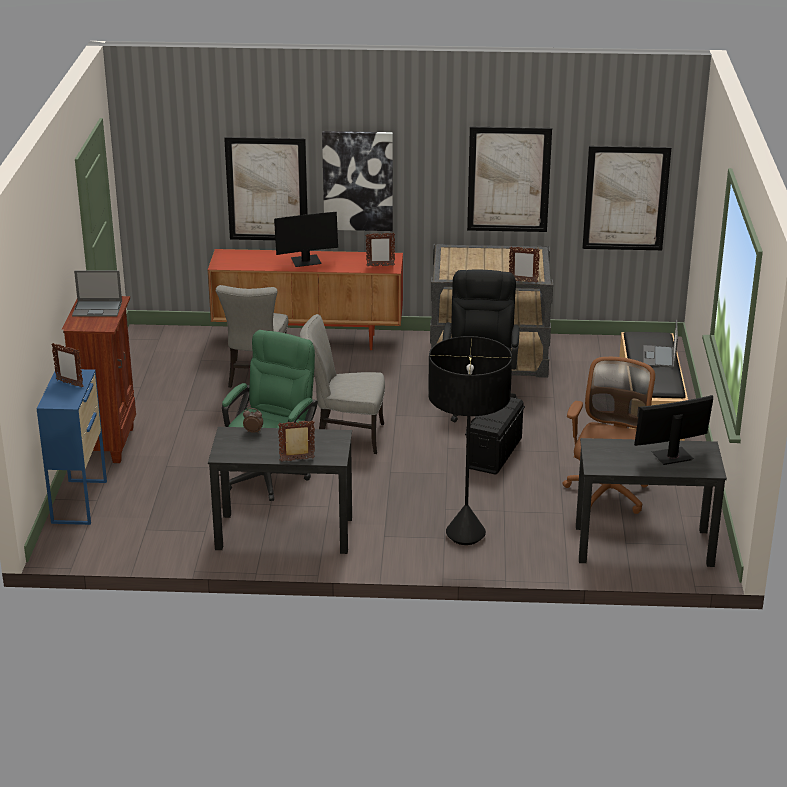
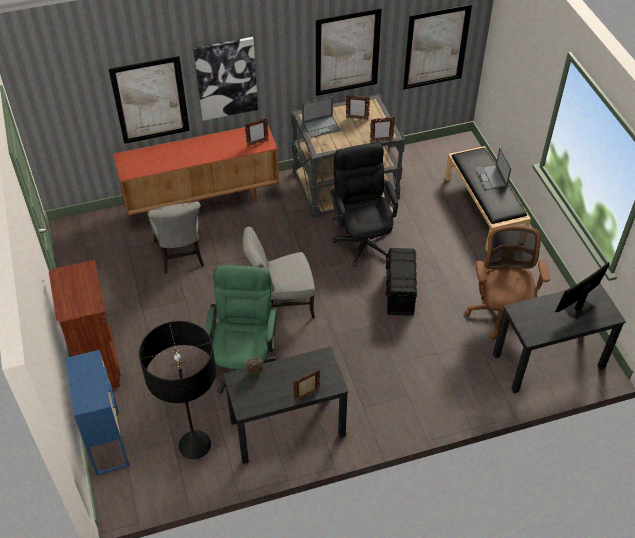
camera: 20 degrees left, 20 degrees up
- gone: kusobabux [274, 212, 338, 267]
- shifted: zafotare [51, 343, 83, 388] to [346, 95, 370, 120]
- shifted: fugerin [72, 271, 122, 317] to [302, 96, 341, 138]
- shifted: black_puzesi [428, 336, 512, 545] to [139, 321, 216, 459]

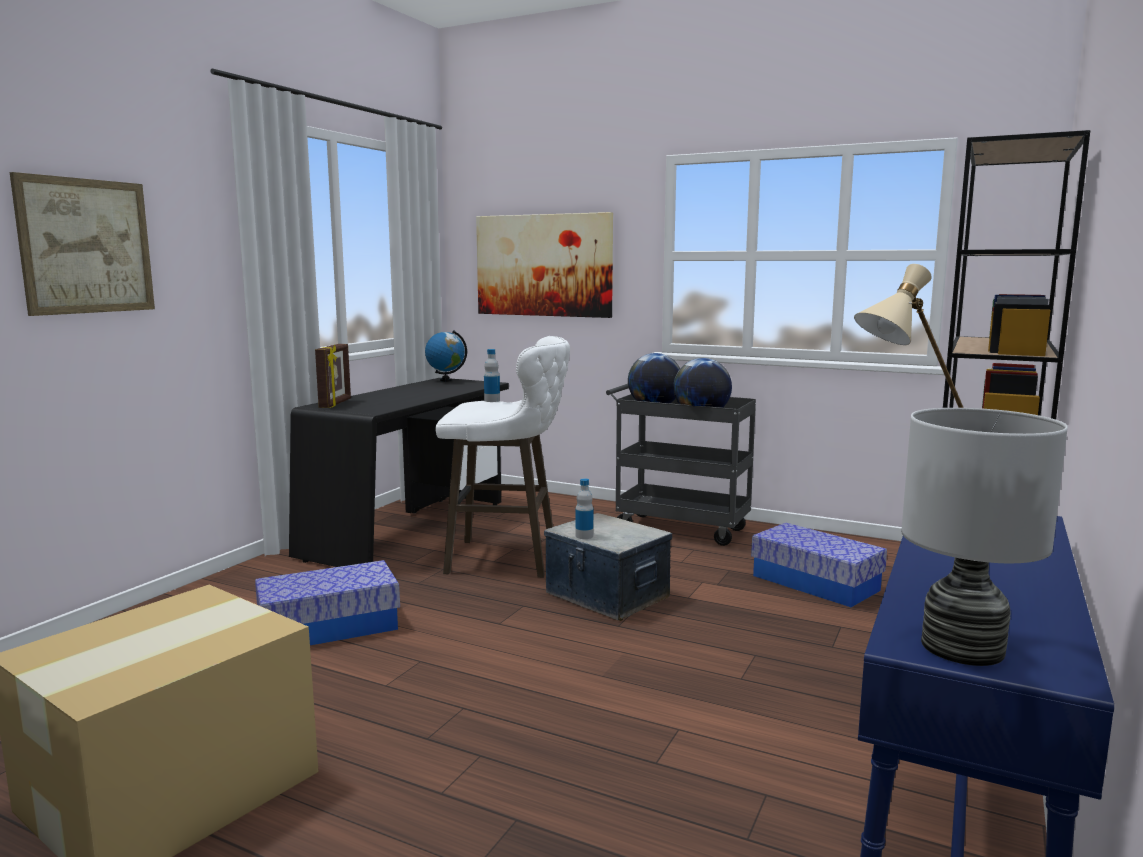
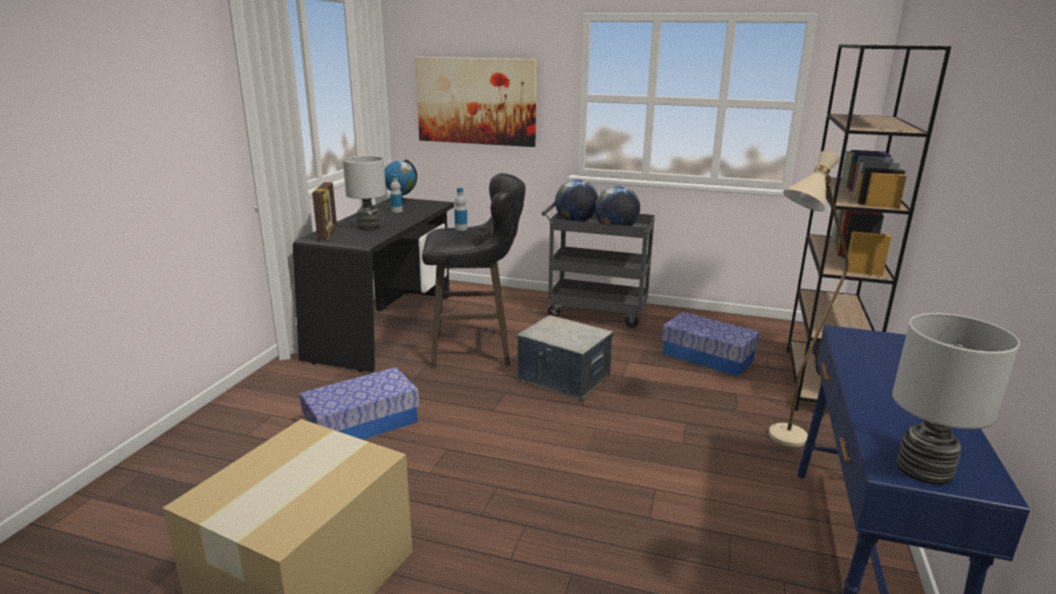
camera: 10 degrees left, 10 degrees up
- gone: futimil [10, 172, 155, 316]
- new: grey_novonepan [343, 156, 386, 230]
- shifted: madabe [576, 478, 593, 539] to [390, 174, 403, 213]
- repainted: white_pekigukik [436, 336, 570, 578] to black_pekigukik [422, 173, 526, 368]

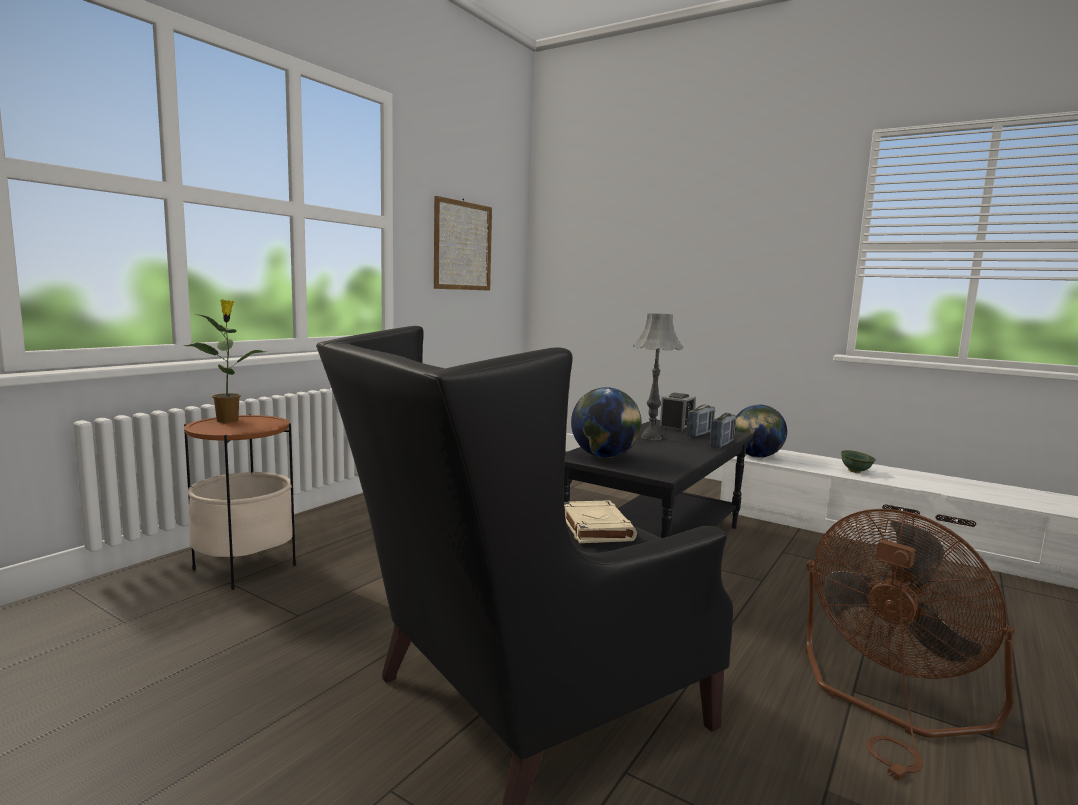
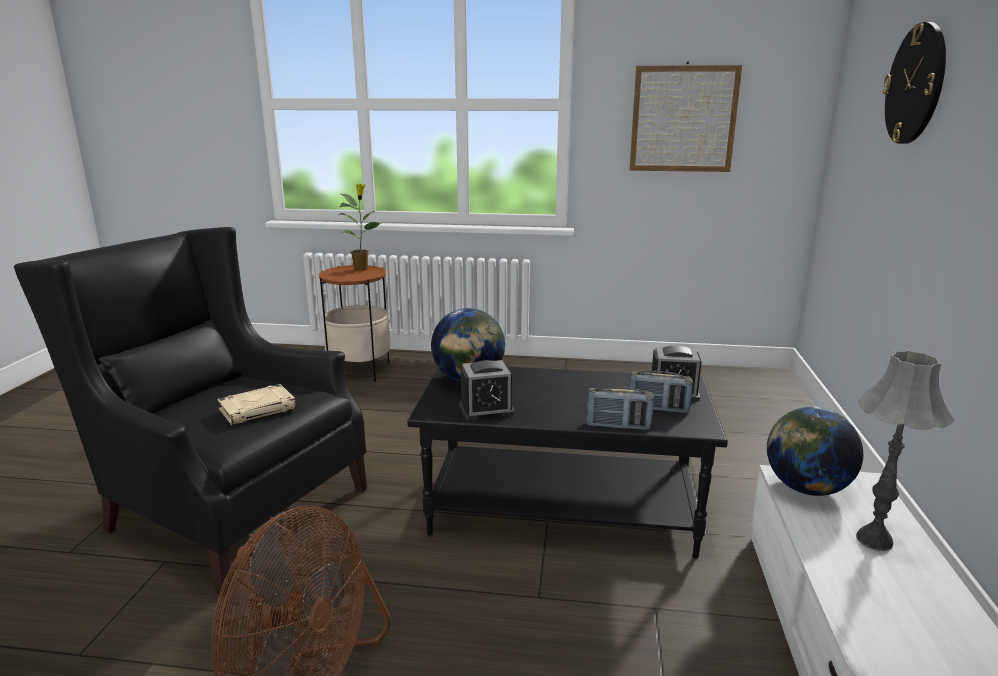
camera: 65 degrees right, 10 degrees up
- gone: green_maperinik [841, 450, 876, 473]
- new: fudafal [459, 360, 515, 420]
- new: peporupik [883, 22, 946, 144]
- shifted: grey_novonepan [633, 313, 683, 440] to [856, 350, 954, 551]

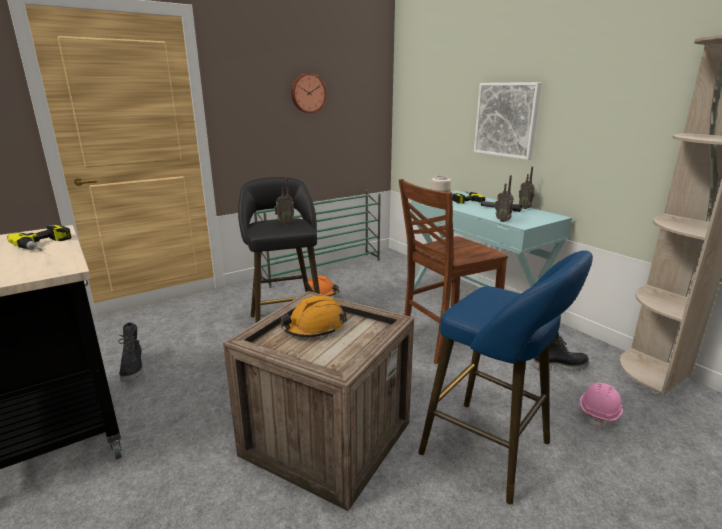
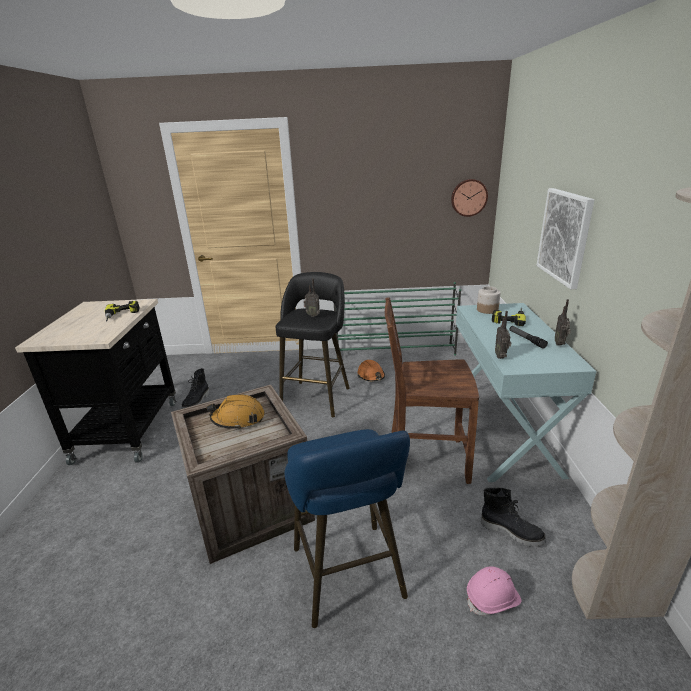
camera: 35 degrees right, 5 degrees up
- shifted: peporupik [291, 73, 327, 113] to [451, 179, 488, 217]

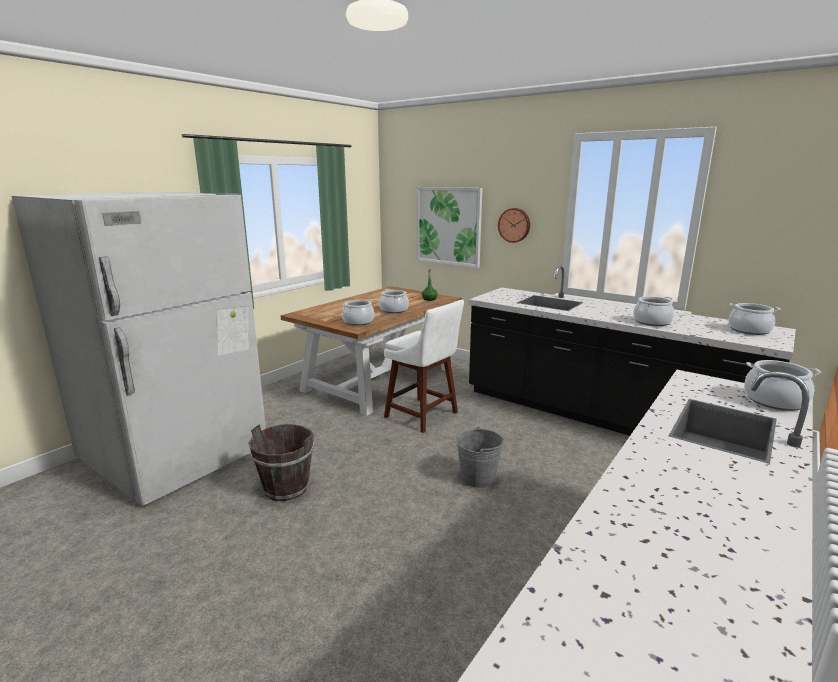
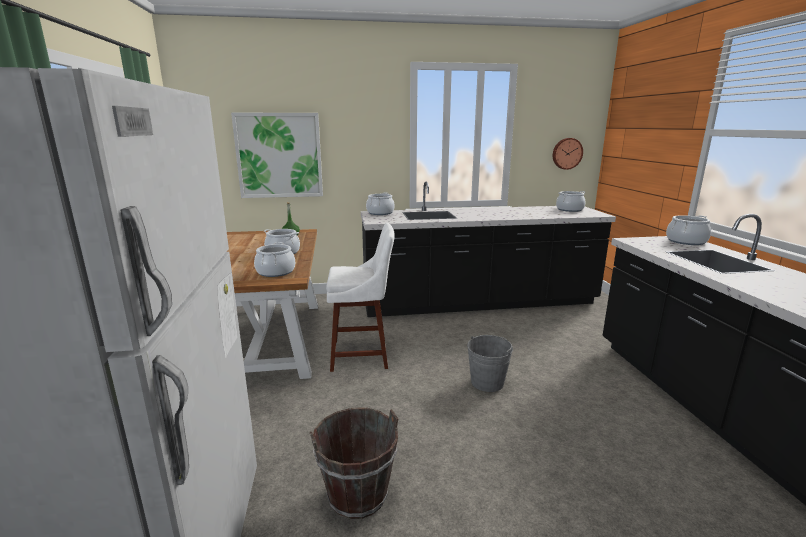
camera: 45 degrees left, 0 degrees up
- shifted: peporupik [498, 208, 530, 243] to [553, 138, 583, 170]
- shifted: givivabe [633, 296, 674, 326] to [366, 193, 395, 215]

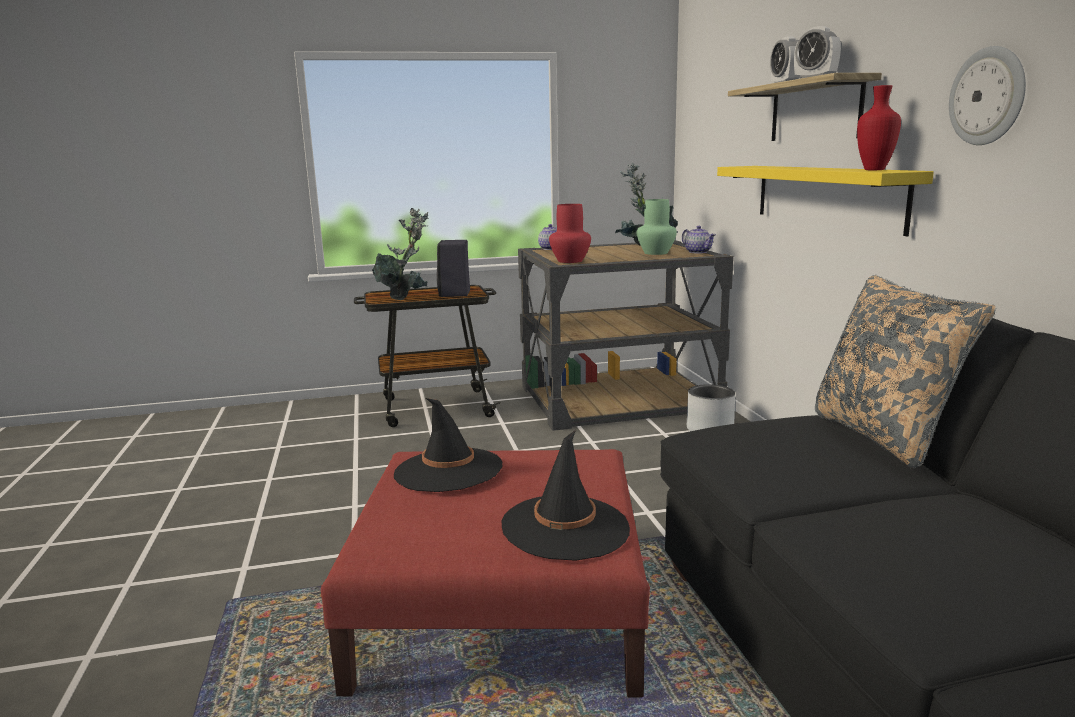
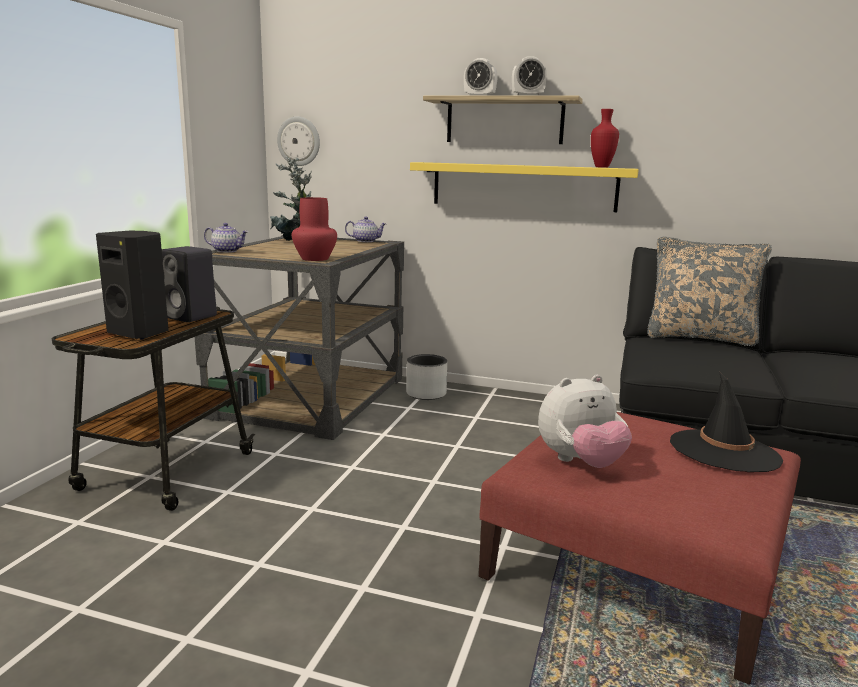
camera: 60 degrees left, 0 degrees up
- gone: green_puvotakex [637, 199, 677, 255]
- shifted: peporupik [949, 46, 1026, 145] to [277, 116, 320, 166]
- swapped: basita [372, 208, 429, 300] to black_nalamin [96, 231, 169, 340]
- swapped: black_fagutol [394, 398, 503, 492] to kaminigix [538, 375, 632, 468]

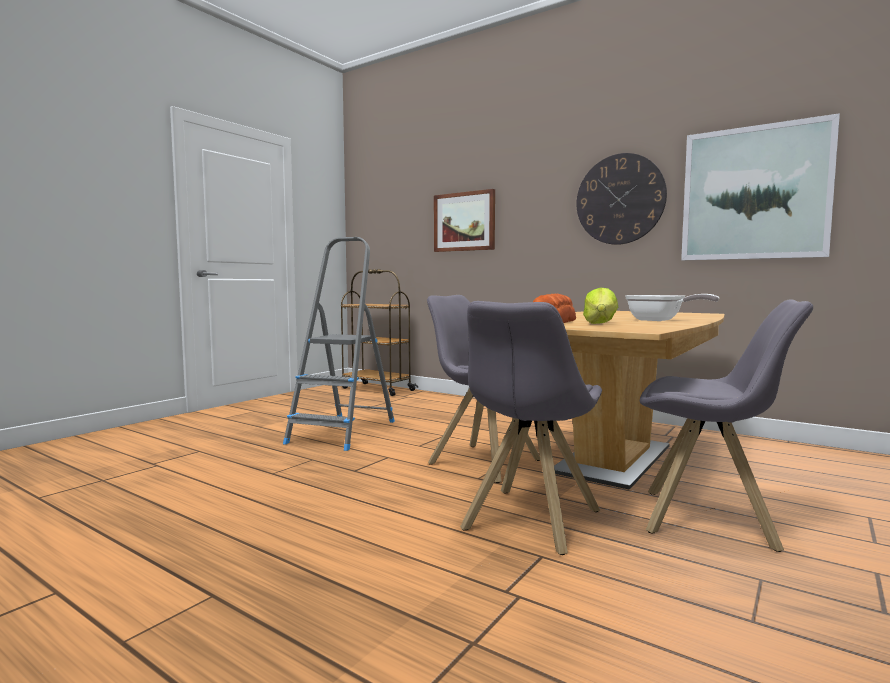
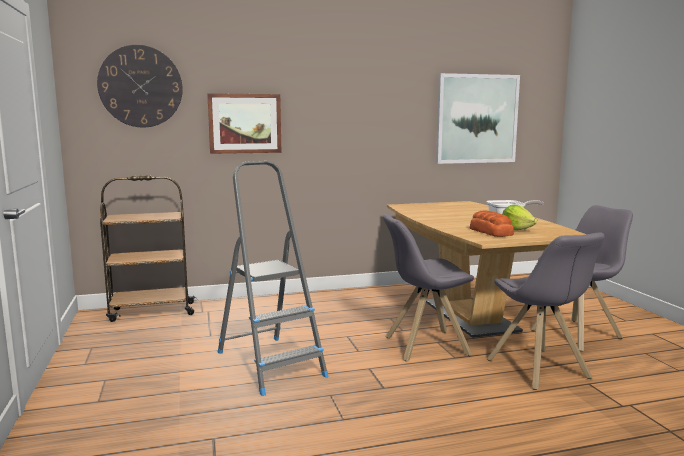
camera: 50 degrees left, 5 degrees up
- shifted: peporupik [576, 153, 667, 245] to [97, 45, 183, 128]

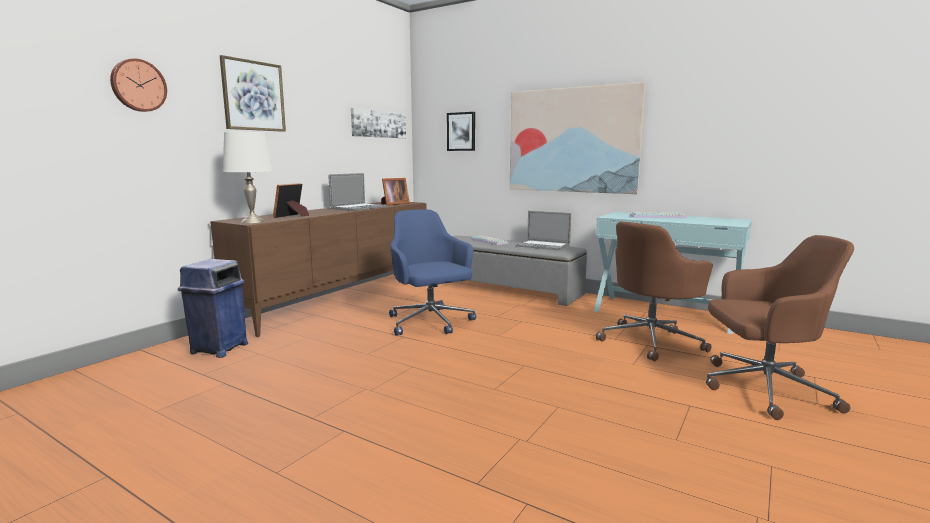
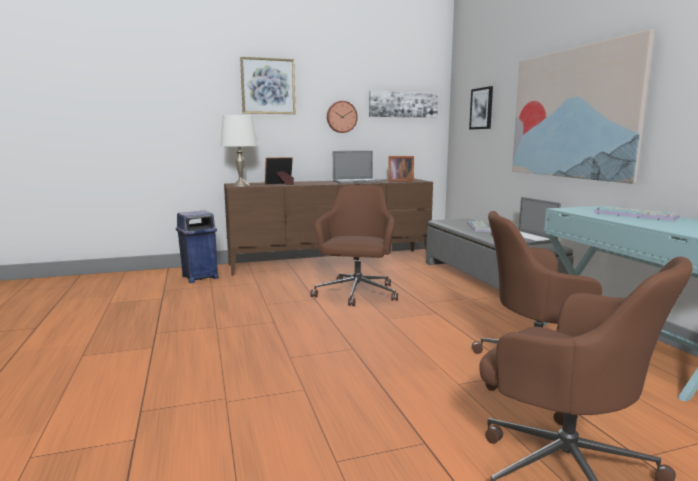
camera: 40 degrees right, 0 degrees up
- shifted: peporupik [110, 58, 167, 112] to [327, 101, 358, 133]
- repainted: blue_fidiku [389, 209, 476, 336] to brown_fidiku [310, 185, 398, 306]

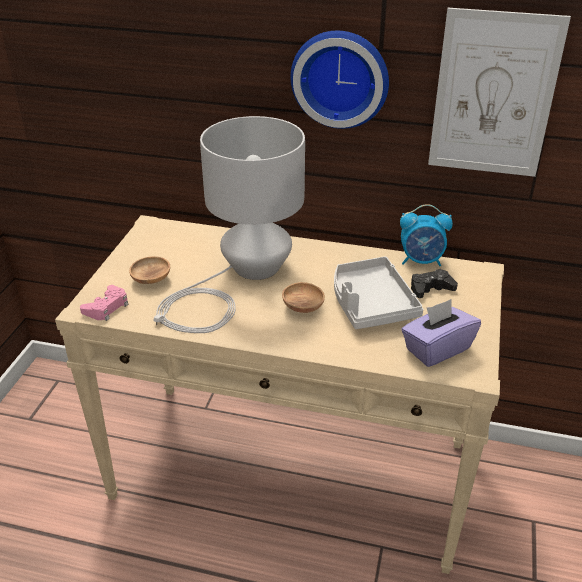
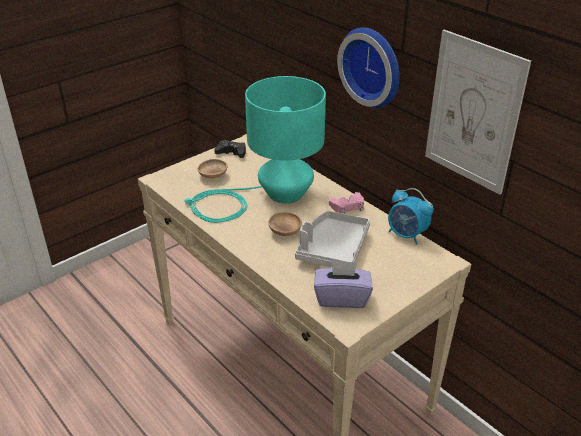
camera: 35 degrees right, 0 degrees up
- shifted: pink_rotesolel [80, 285, 129, 321] to [329, 192, 364, 214]
- shifted: black_rotesolel [411, 269, 458, 298] to [214, 140, 246, 158]
- repainted: grey_novonepan [153, 116, 305, 333] to turquoise_novonepan [184, 76, 326, 223]

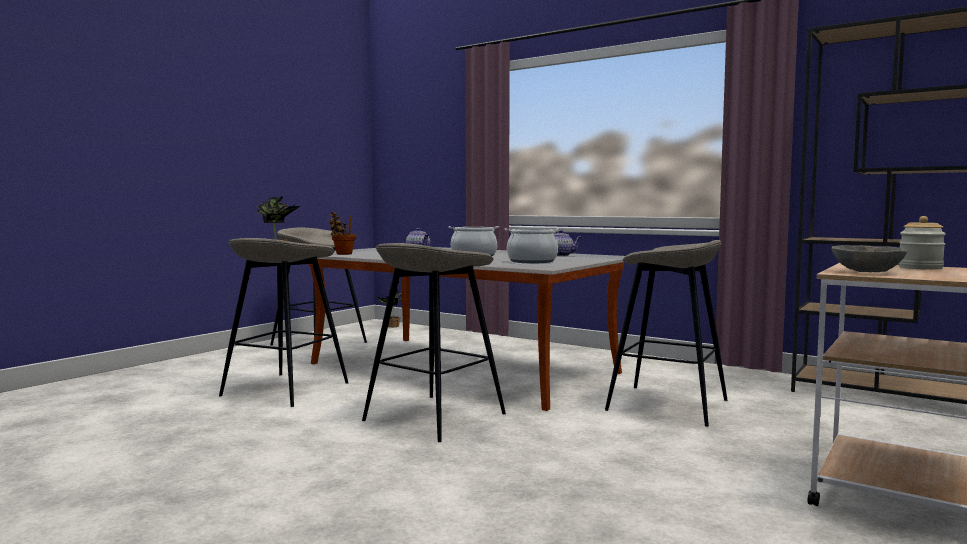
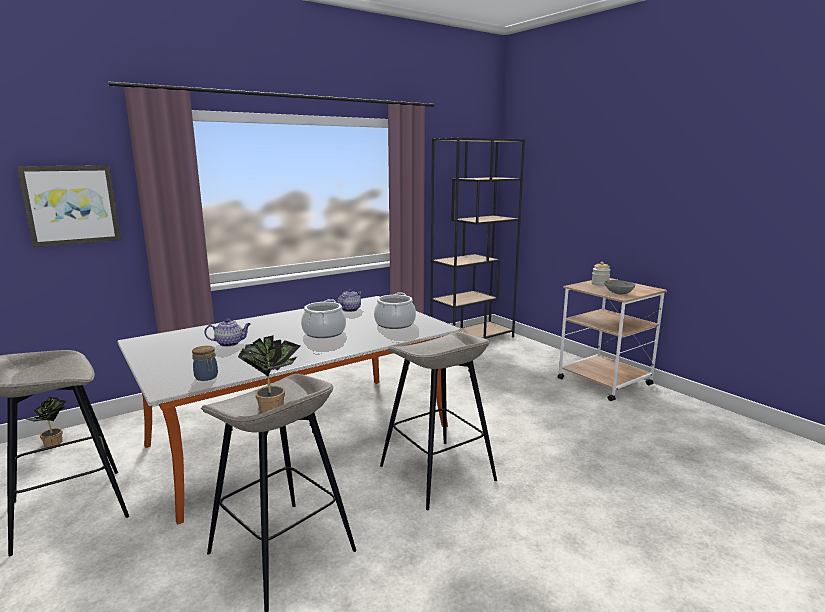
camera: 70 degrees left, 10 degrees up
- gone: grey_pekigukik [605, 240, 728, 427]
- new: futimil [17, 165, 121, 247]
- swapped: basita [329, 212, 356, 255] to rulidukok [192, 346, 218, 381]

